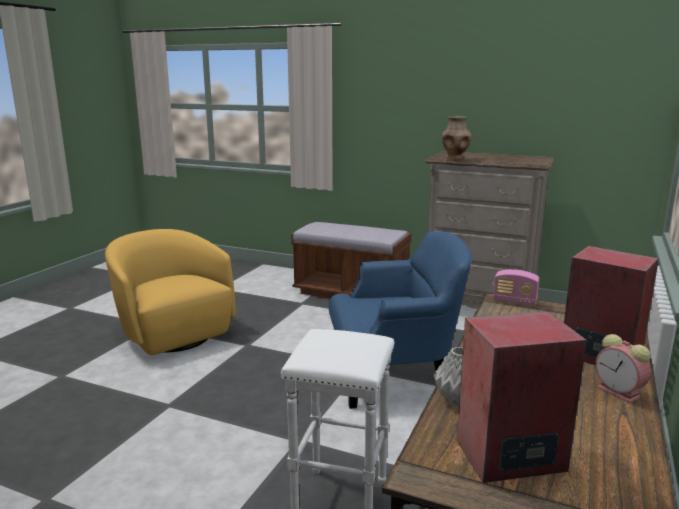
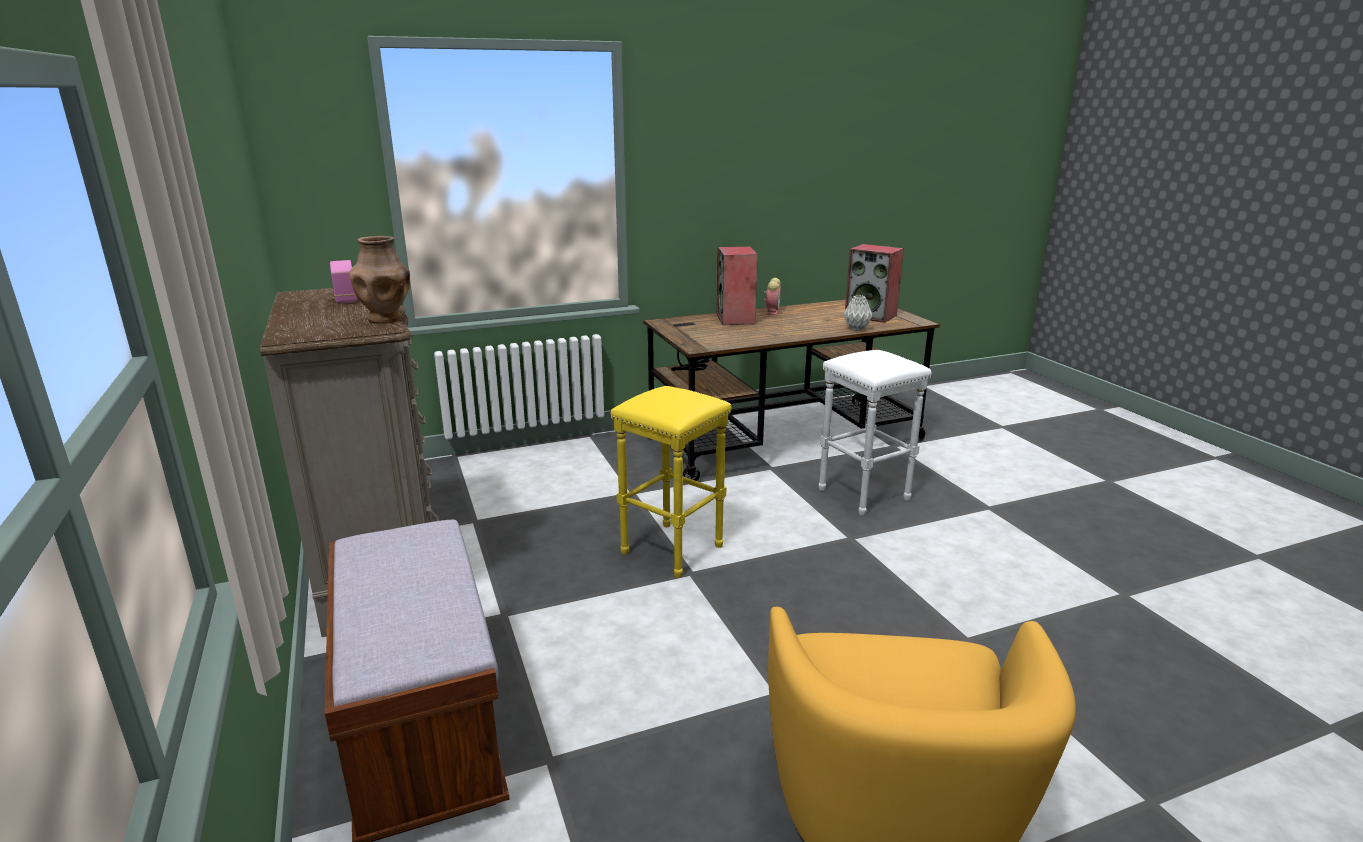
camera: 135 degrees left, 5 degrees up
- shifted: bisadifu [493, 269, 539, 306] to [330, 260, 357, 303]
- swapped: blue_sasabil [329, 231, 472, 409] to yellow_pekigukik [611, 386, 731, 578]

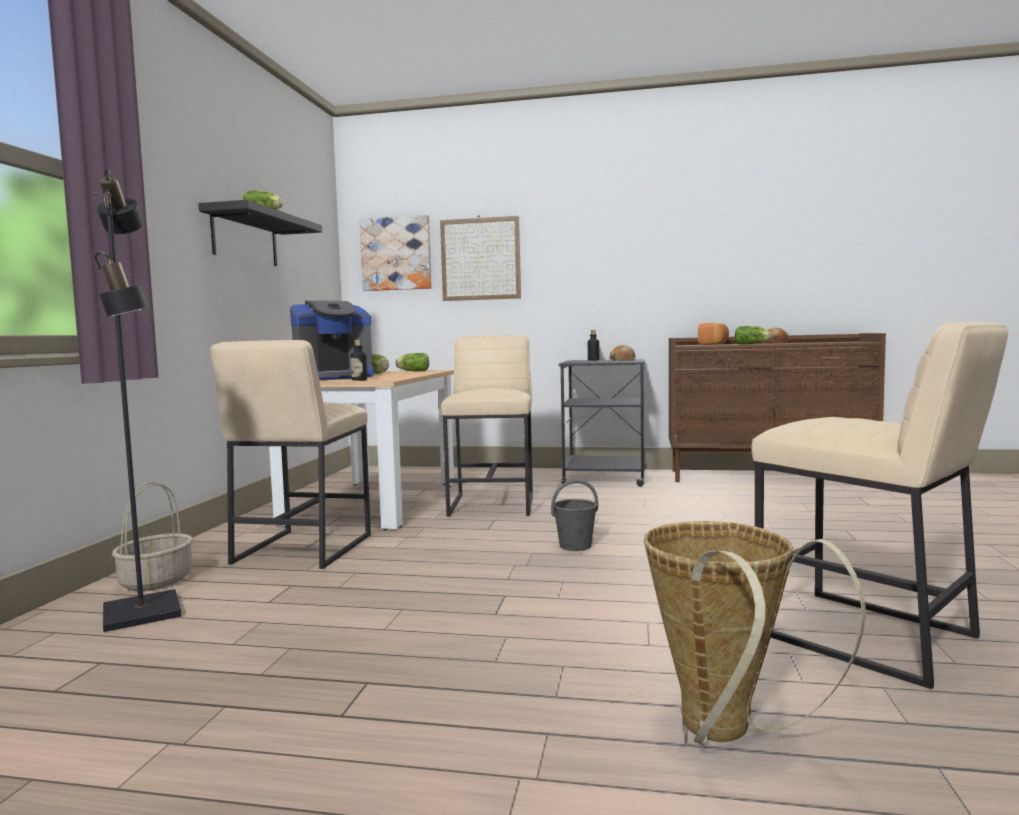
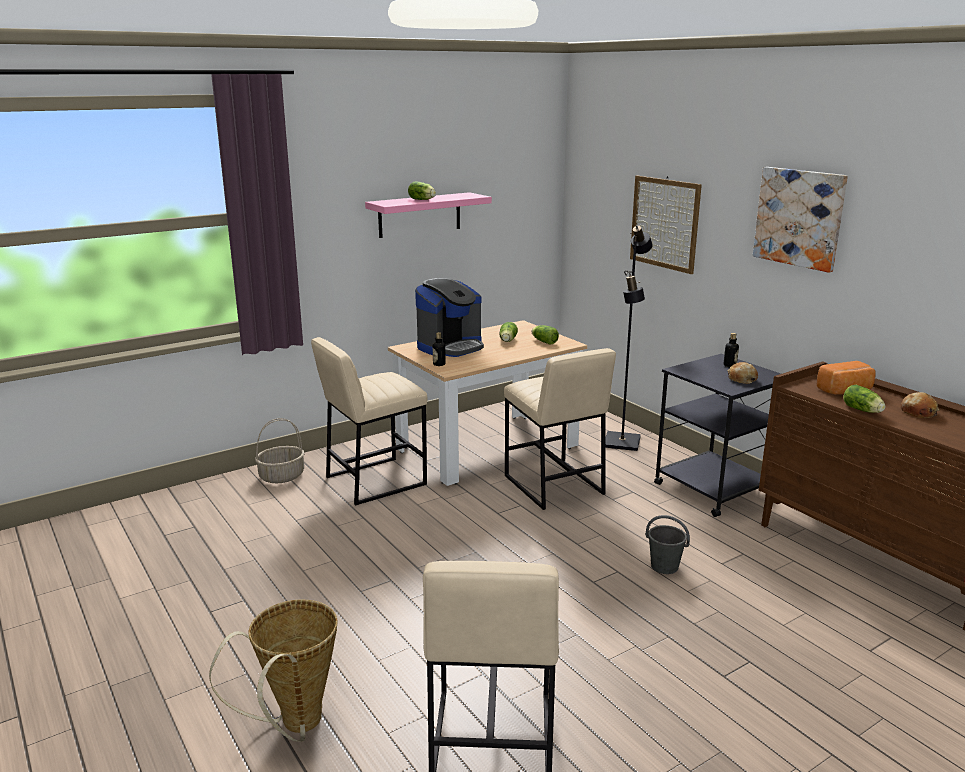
camera: 45 degrees right, 15 degrees up
- shifted: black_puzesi [93, 169, 181, 632] to [606, 225, 653, 451]
- shifted: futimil [360, 215, 432, 291] to [753, 167, 848, 273]
- shifted: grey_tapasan [551, 480, 598, 551] to [646, 515, 690, 574]
- repainted: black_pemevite [198, 200, 322, 266] to pink_pemevite [365, 192, 492, 238]
- rotated: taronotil [290, 301, 373, 380] = [415, 278, 484, 357] 60 degrees counterclockwise
- rotated: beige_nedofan [441, 335, 533, 517] = [504, 348, 616, 510] 105 degrees clockwise

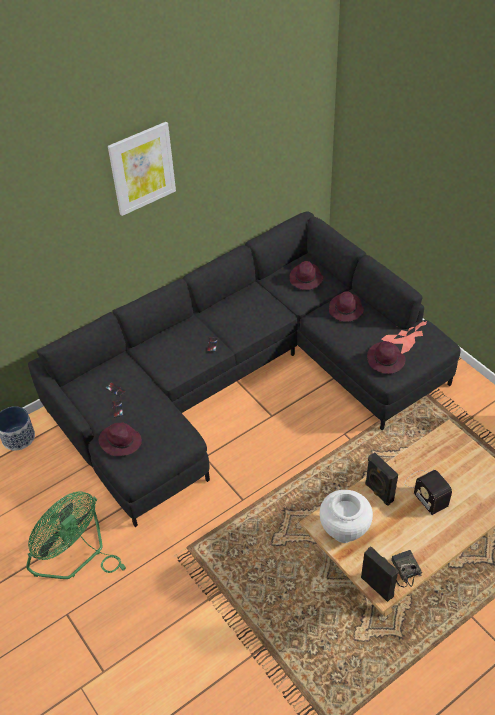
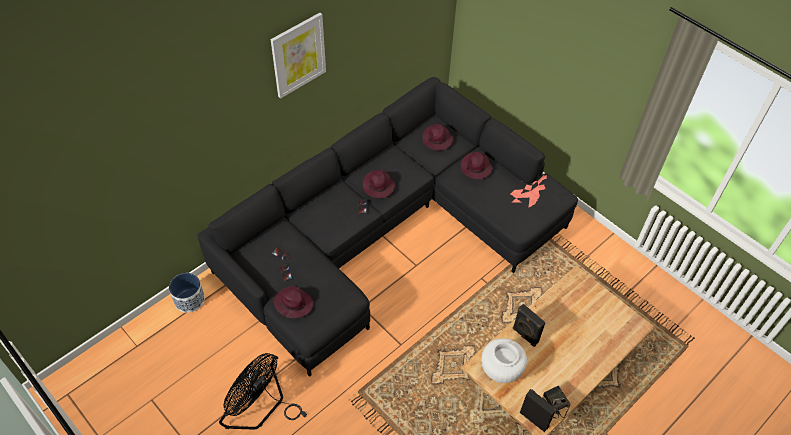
camera: 10 degrees left, 5 degrees up
- gone: bisadifu [405, 470, 452, 515]
- shifted: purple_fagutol [367, 341, 406, 374] to [363, 170, 395, 198]
- repainted: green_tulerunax [26, 491, 126, 579] to black_tulerunax [219, 353, 307, 429]

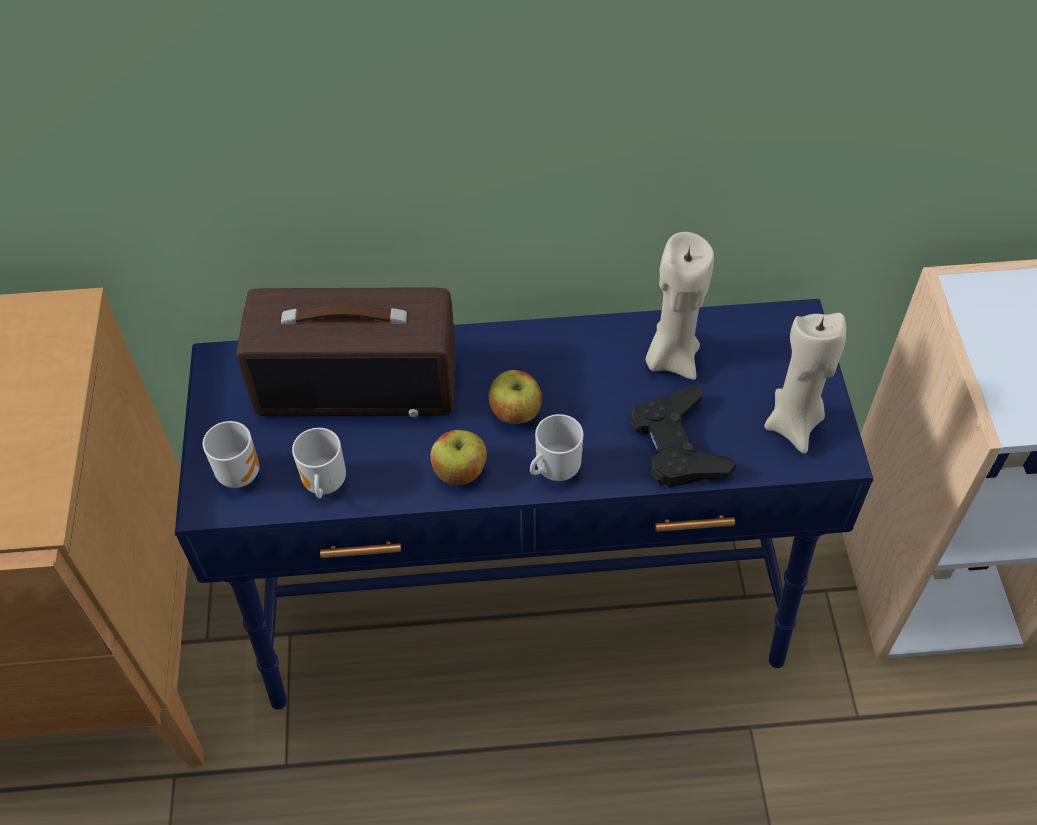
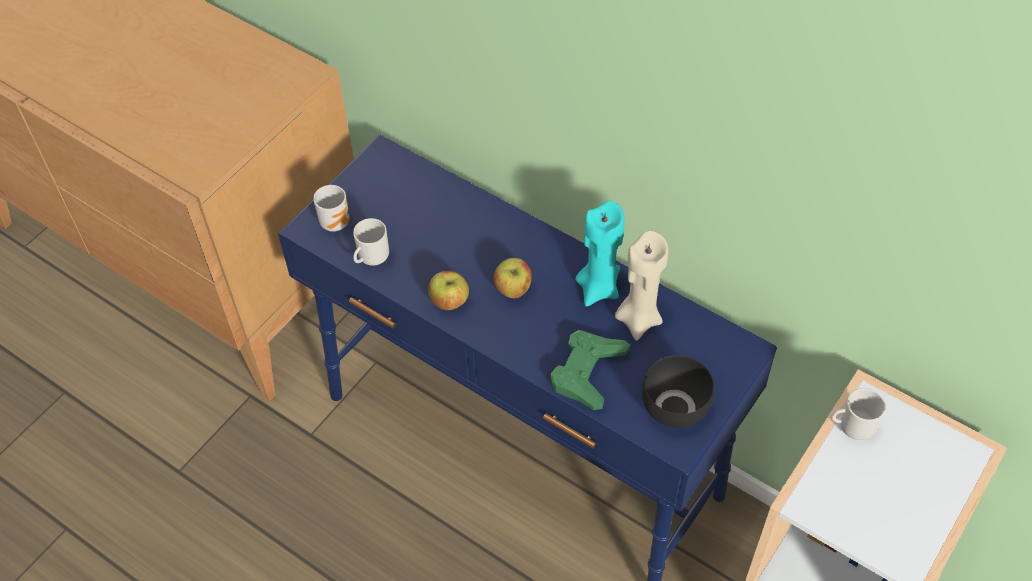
camera: 40 degrees right, 0 degrees up
- gone: bisadifu [236, 287, 456, 417]
- new: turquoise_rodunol [575, 201, 624, 307]
- shifted: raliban [530, 414, 584, 481] to [831, 388, 886, 440]
- swapped: beige_rodunol [764, 313, 846, 454] to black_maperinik [642, 355, 714, 428]
- repainted: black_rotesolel [631, 385, 736, 488] to green_rotesolel [551, 330, 630, 410]

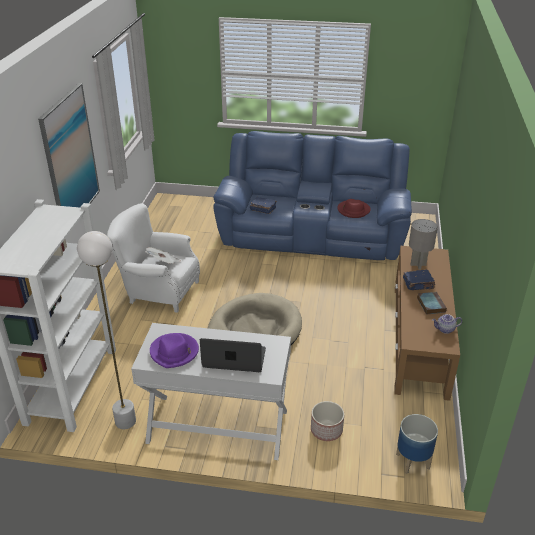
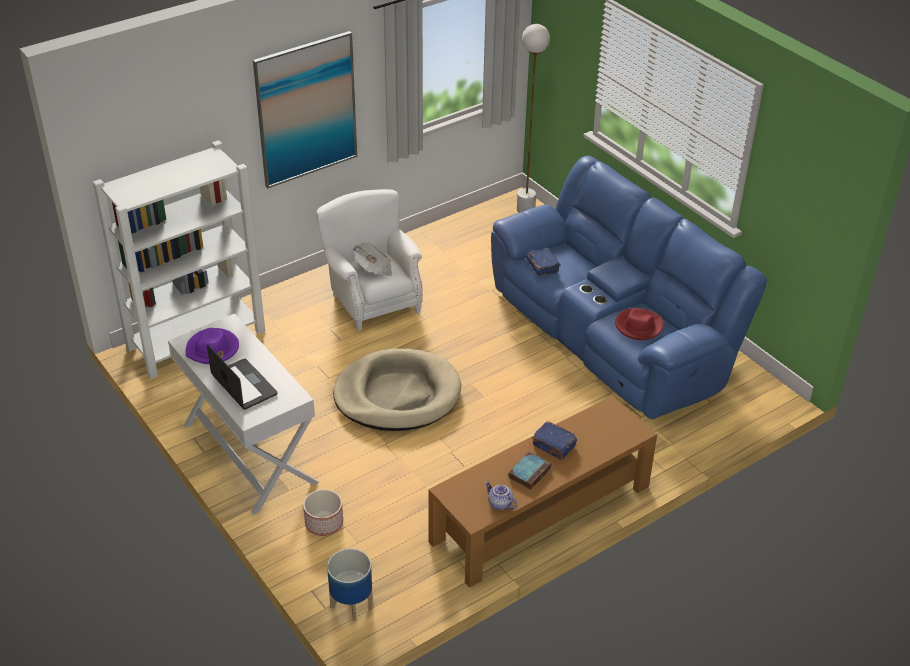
camera: 45 degrees right, 5 degrees up
- gone: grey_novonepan [409, 219, 438, 270]
- shifted: white_puzesi [77, 231, 136, 430] to [517, 24, 550, 213]

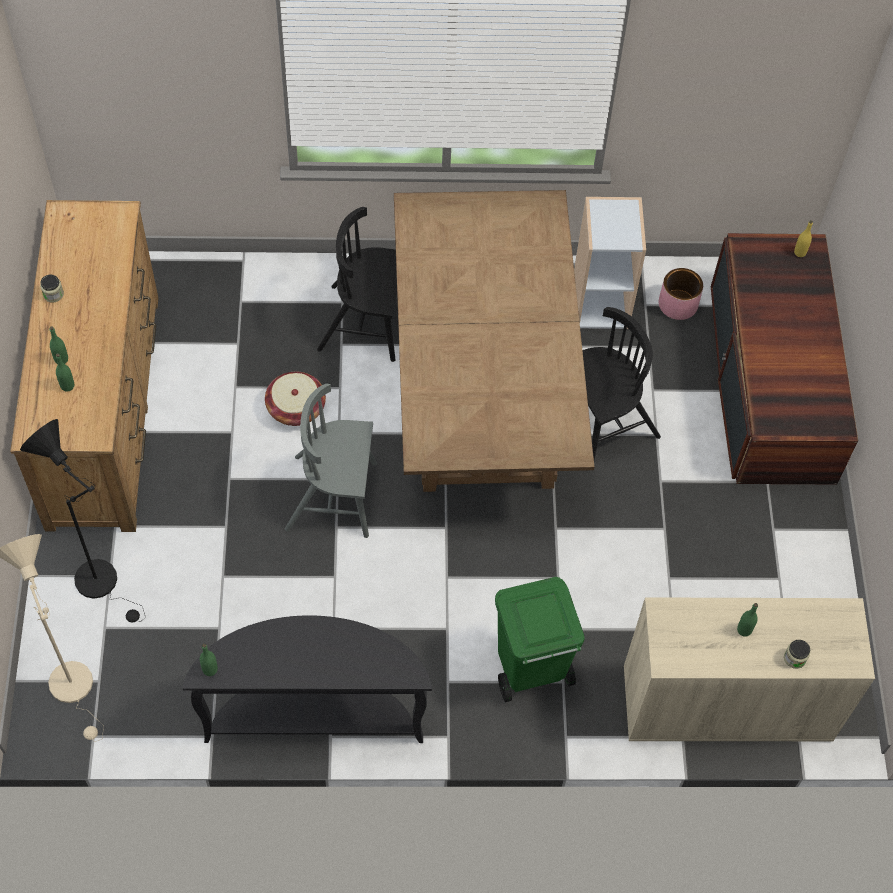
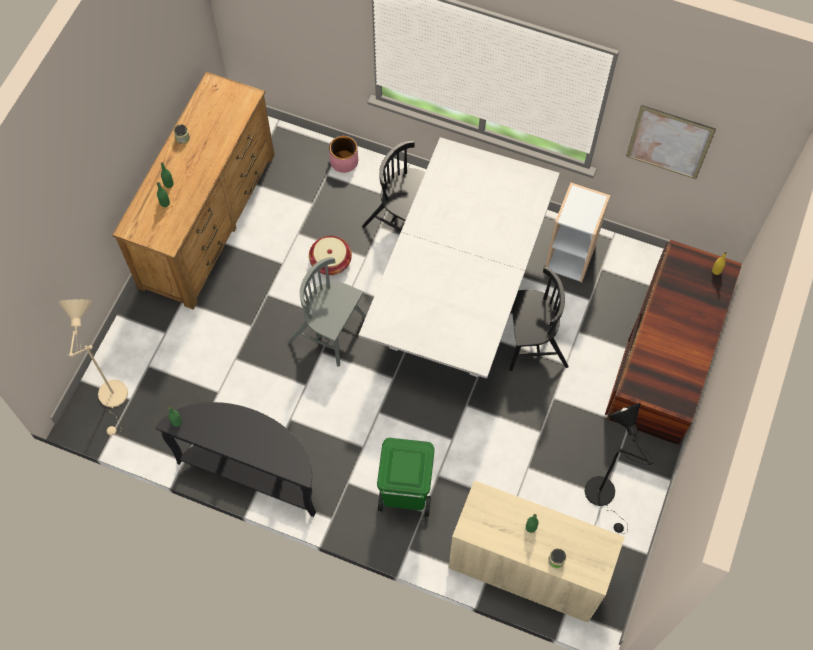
camera: 25 degrees right, 5 degrees up
- new: futimil [626, 105, 716, 179]
- shifted: black_puzesi [20, 419, 146, 622] to [585, 403, 654, 534]
- shifted: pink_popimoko [659, 268, 703, 320] to [329, 136, 358, 173]
- repainted: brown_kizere [394, 190, 594, 492] to white_kizere [358, 137, 560, 379]

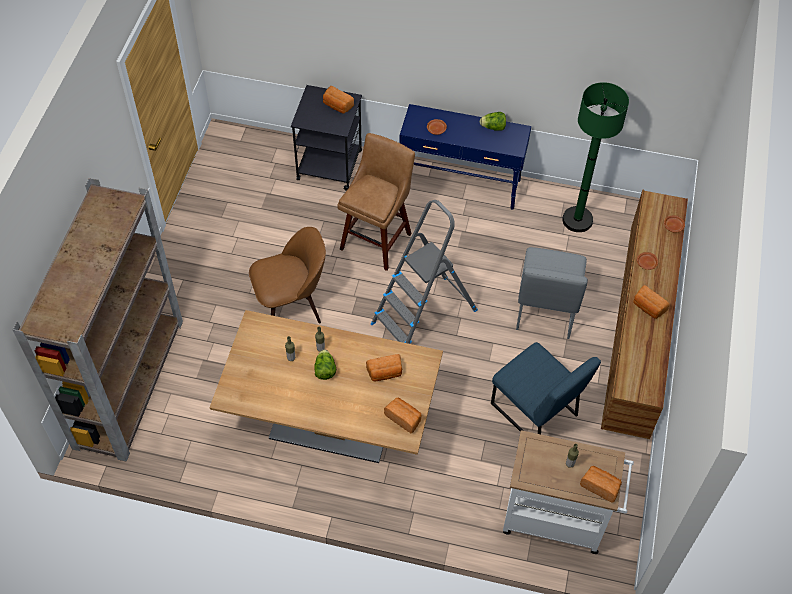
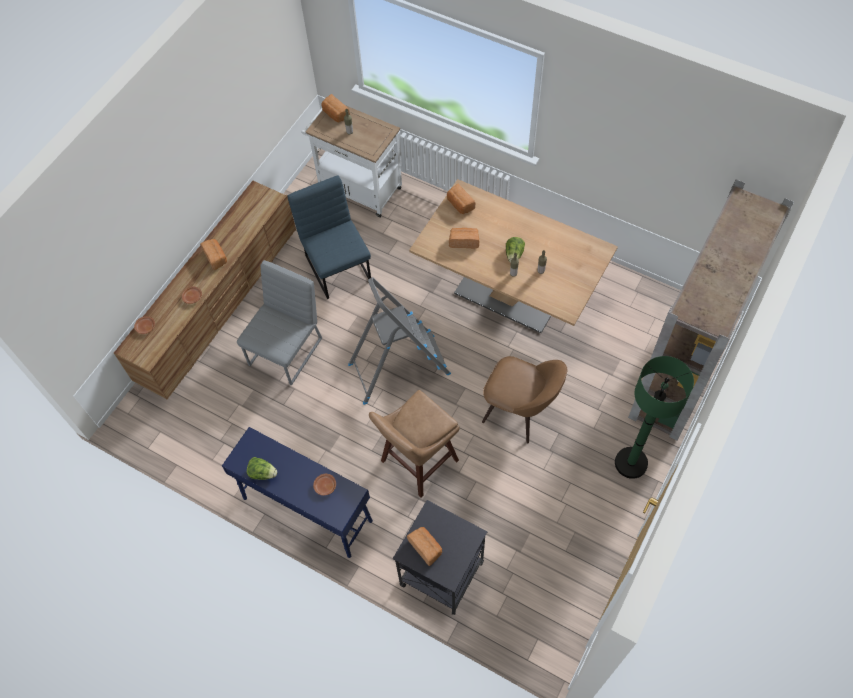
camera: 160 degrees left, 5 degrees up
- shifted: green_puzesi [562, 82, 629, 232] to [615, 356, 694, 479]
- rotated: brown_nedofan [249, 227, 326, 323] = [482, 356, 568, 443] 150 degrees counterclockwise

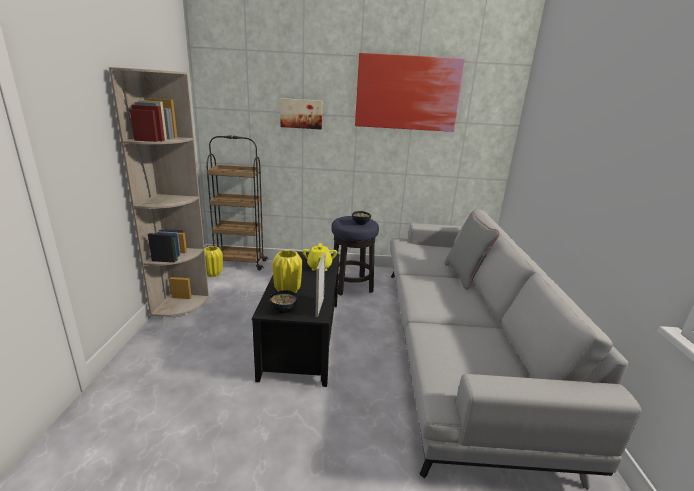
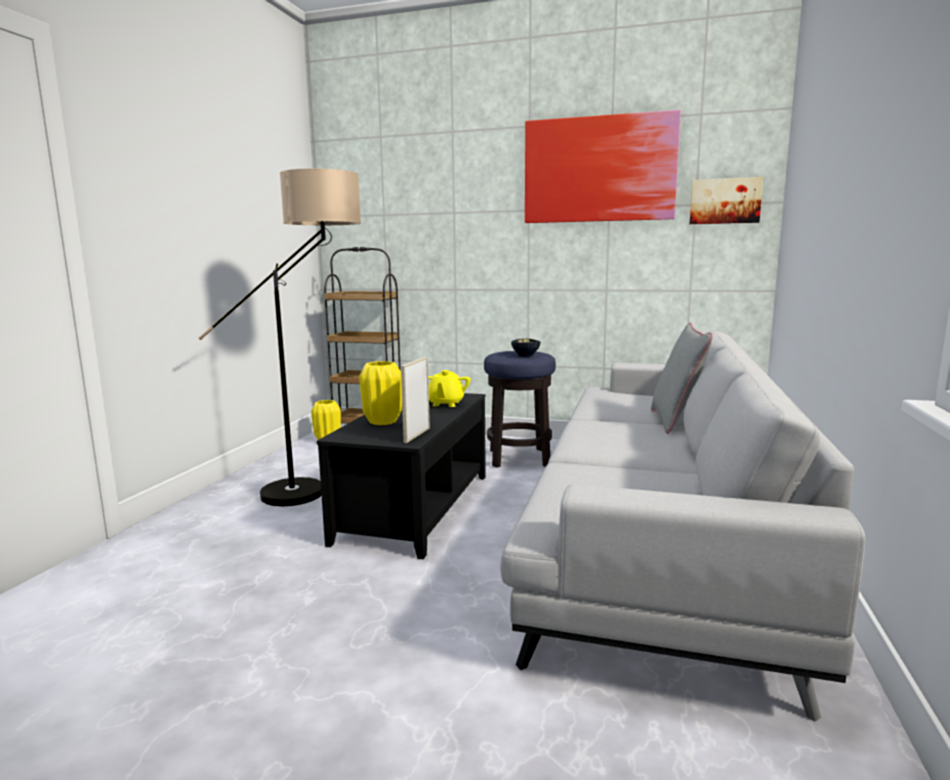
camera: 15 degrees right, 10 degrees down
- gone: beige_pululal [109, 67, 209, 318]
- gone: maperinik [269, 290, 298, 313]
- new: puzesi [199, 168, 361, 506]
- shifted: futimil [280, 98, 322, 129] to [689, 177, 763, 224]

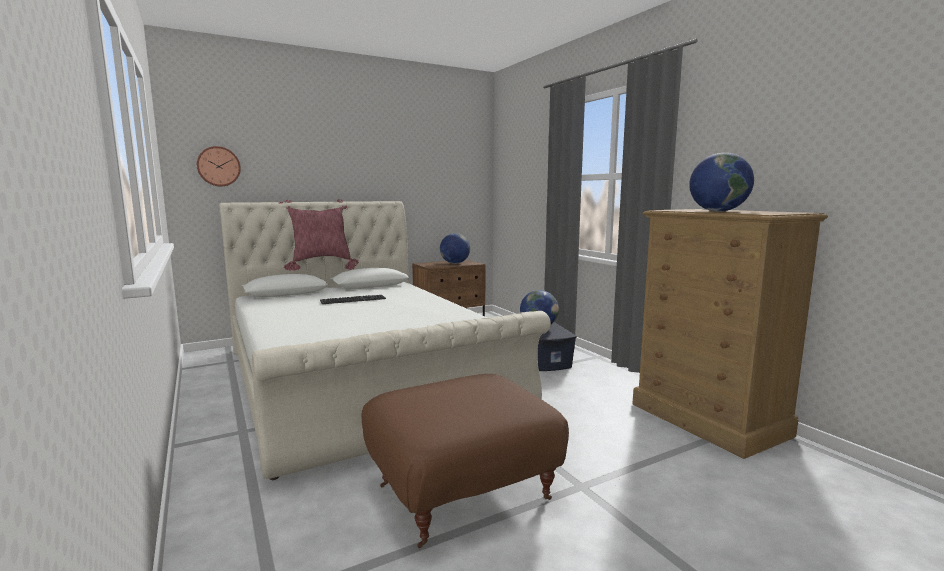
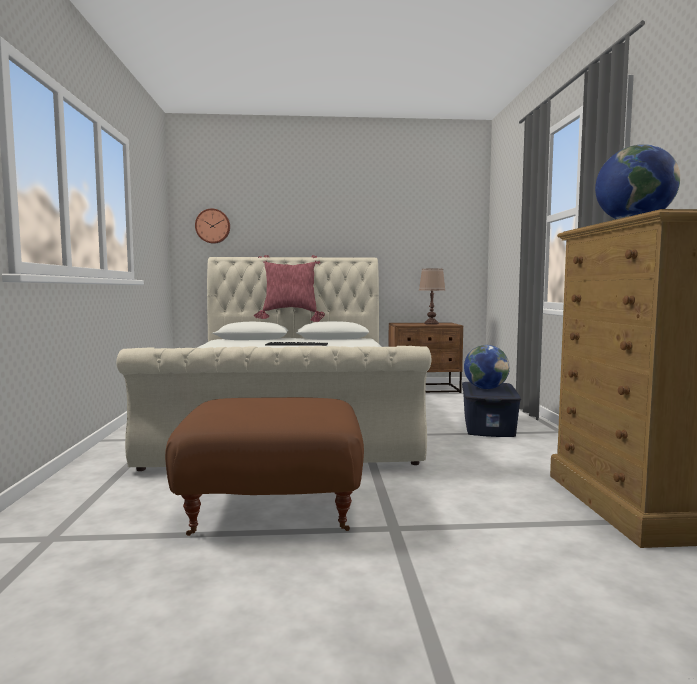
camera: 25 degrees right, 5 degrees down
- swapped: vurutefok [440, 233, 470, 264] to brown_novonepan [419, 268, 446, 325]

